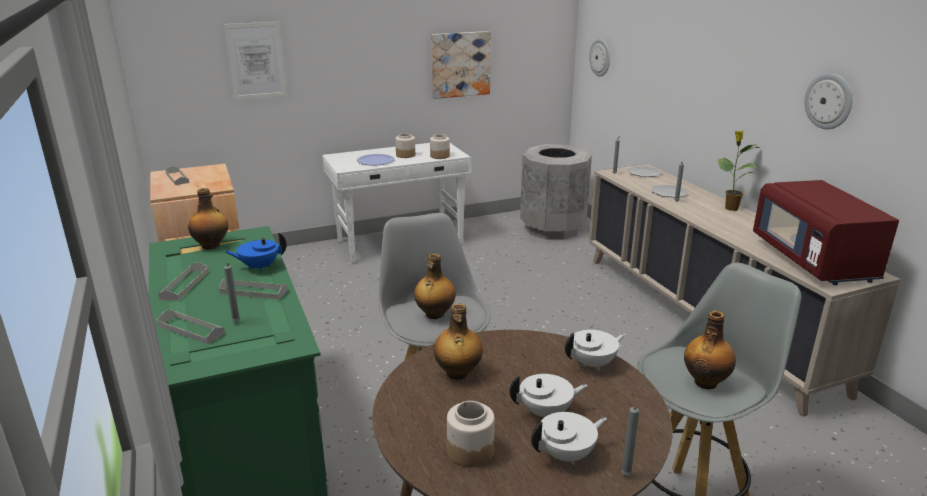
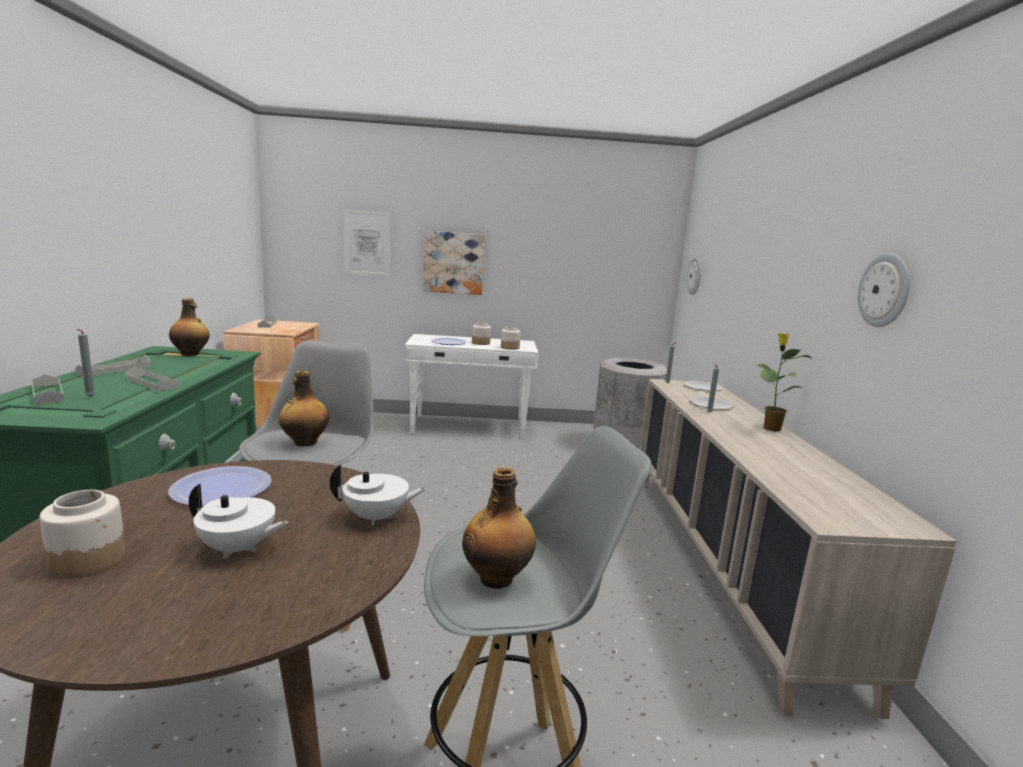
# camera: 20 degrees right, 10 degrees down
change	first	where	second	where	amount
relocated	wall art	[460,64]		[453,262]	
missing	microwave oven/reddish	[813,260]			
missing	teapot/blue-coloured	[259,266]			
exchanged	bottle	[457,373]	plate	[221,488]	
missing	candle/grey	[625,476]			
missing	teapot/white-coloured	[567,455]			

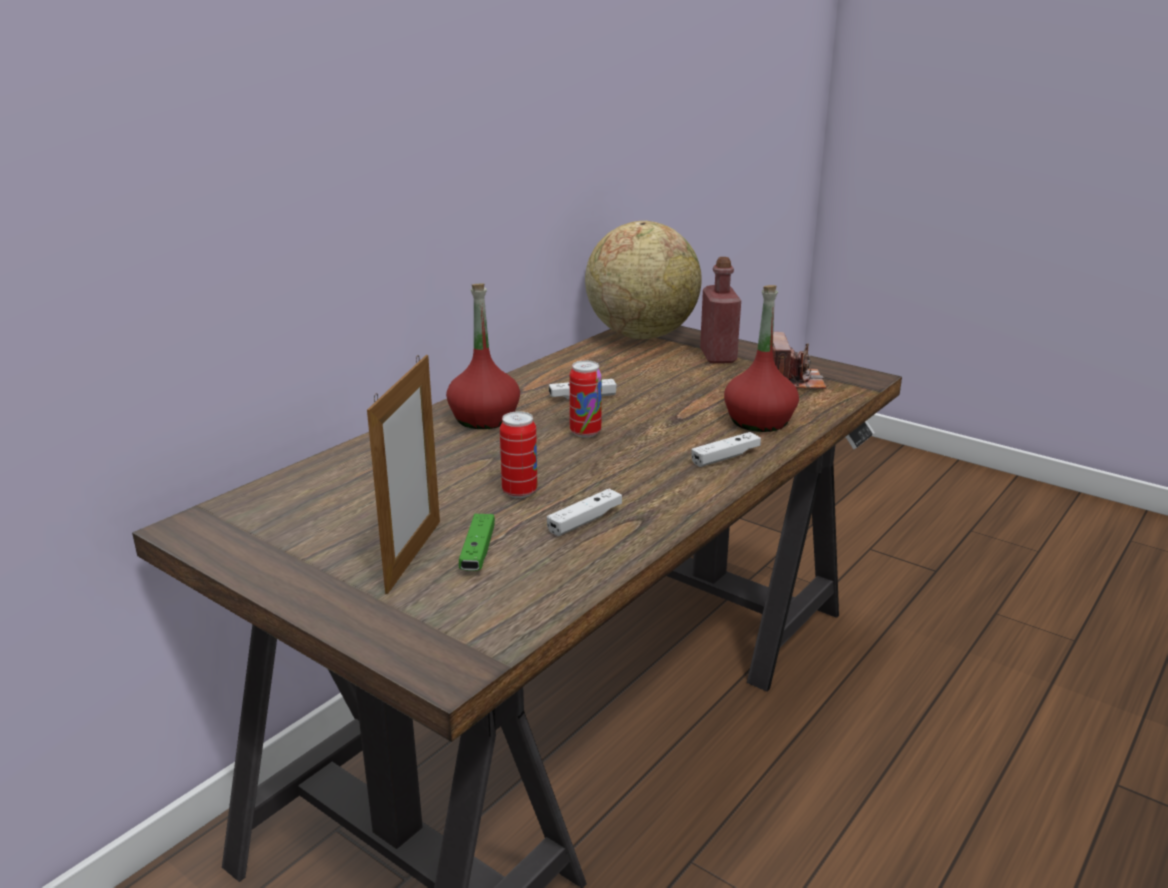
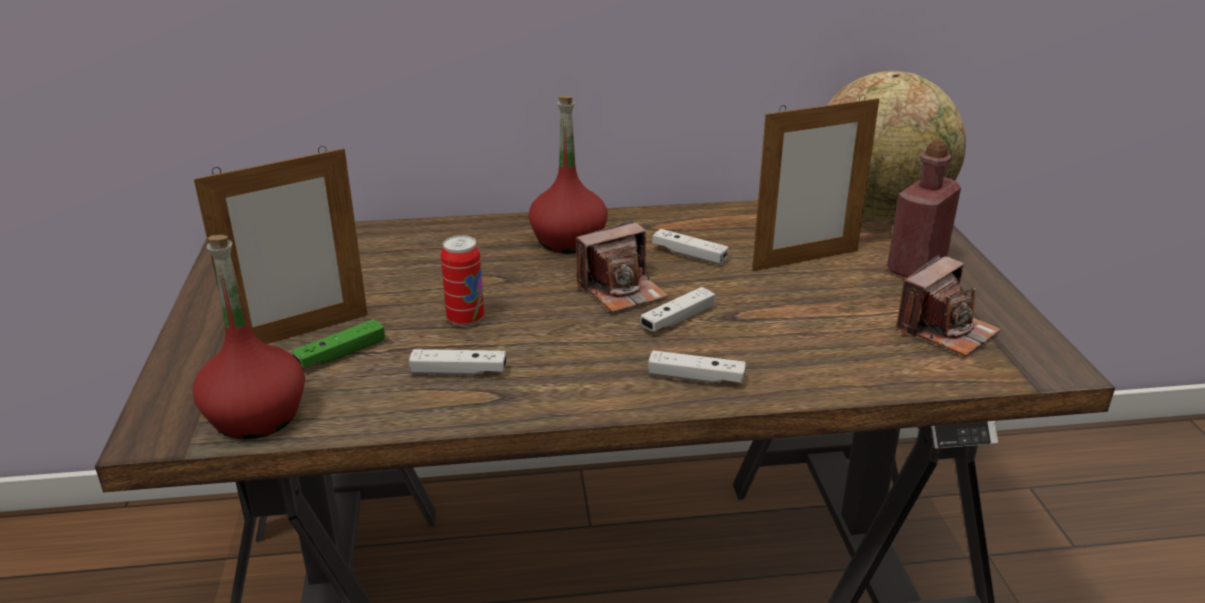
# camera: 45 degrees right, 5 degrees up
change	first	where	second	where	amount
relocated	bottle/reddish	[758,421]		[256,416]	
exchanged	sealed can	[585,432]	photo camera	[622,291]	
appeared			standing frame	[805,260]	
appeared			joypad/white-coloured	[678,319]	

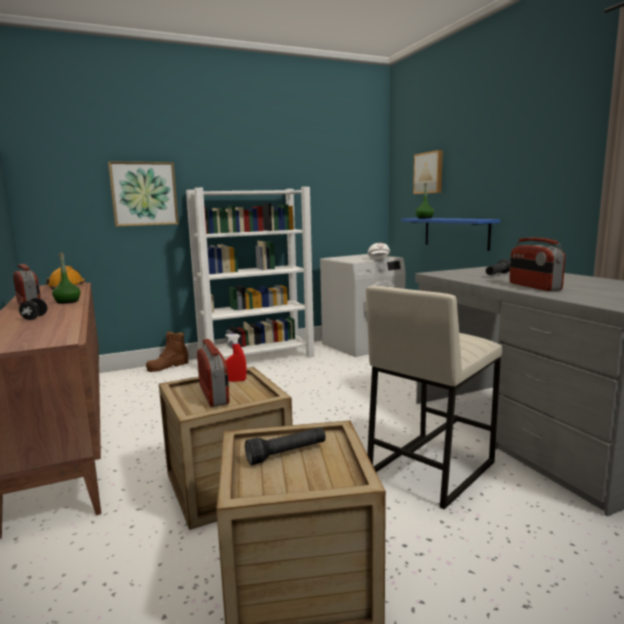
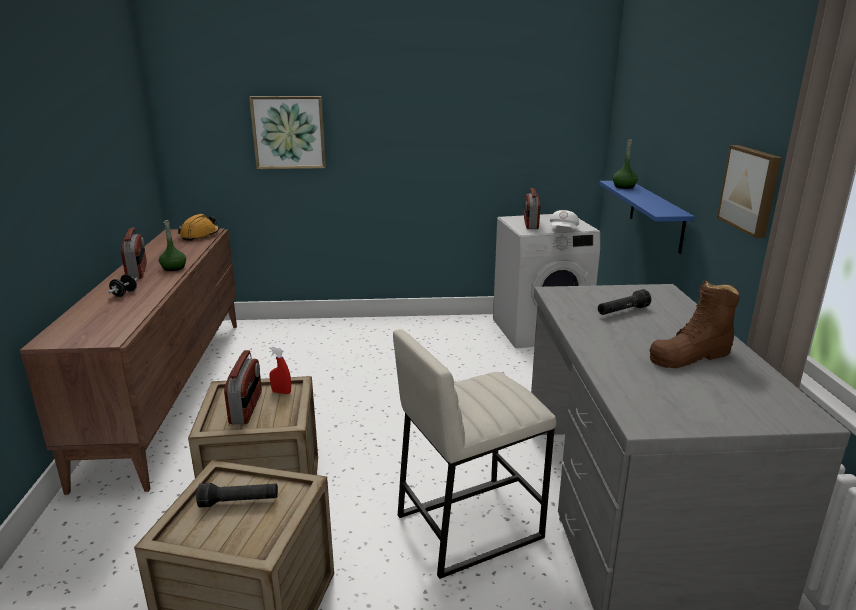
# camera: 20 degrees right, 10 degrees up
change	first	where	second	where	amount
relocated	wall art	[429,173]		[751,189]	
missing	bookcase/white-coloured	[256,357]			
relocated	radio set	[533,286]		[530,224]	
relocated	boot/brown	[168,366]		[690,356]	

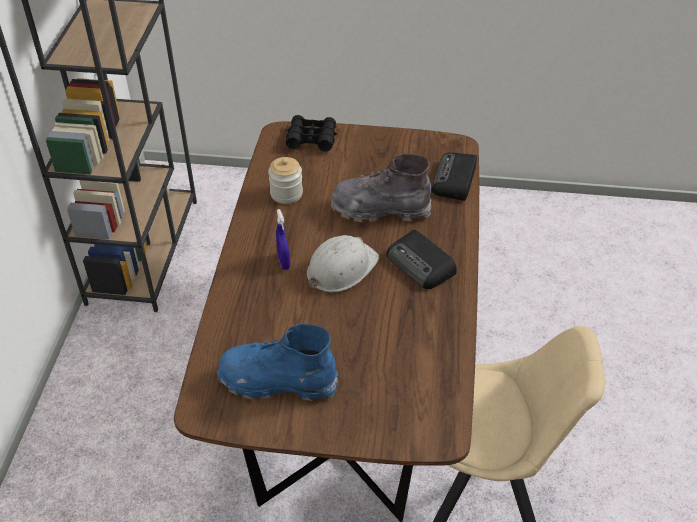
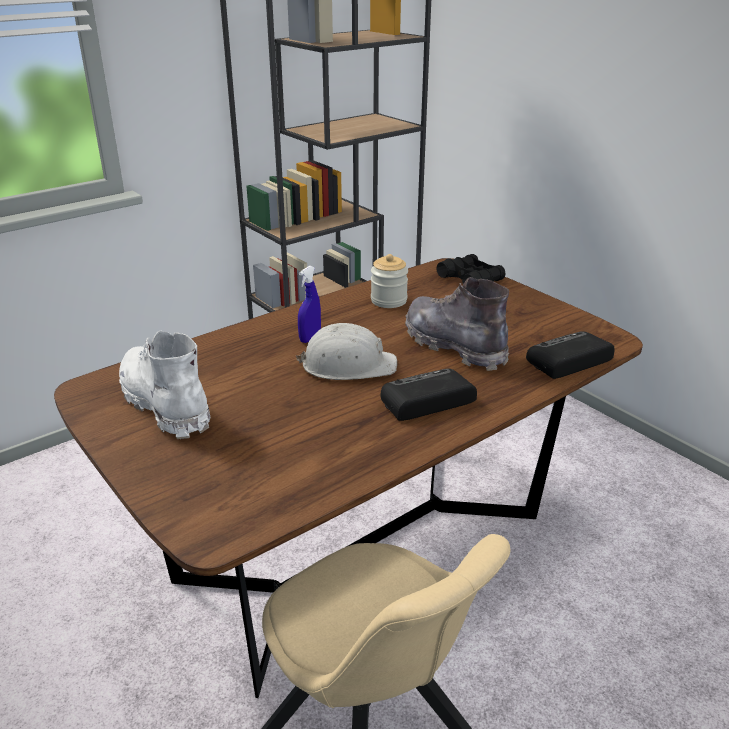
# camera: 45 degrees right, 15 degrees down
change	first	where	second	where	amount
spun	radio set	[421,264]		[425,400]	60 degrees clockwise
colour	boot/blue-coloured	[277,381]	boot/white-coloured	[166,404]	

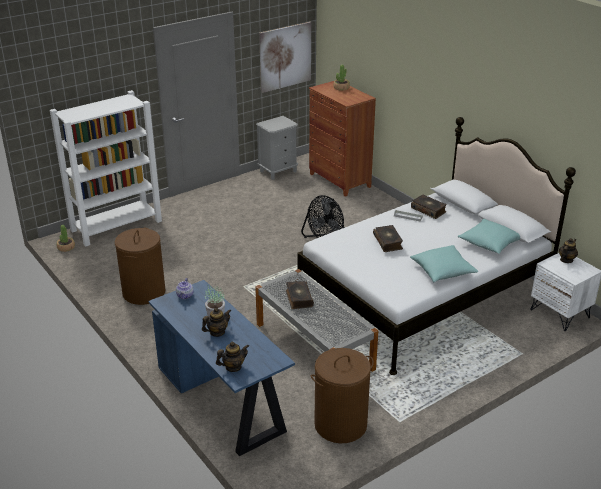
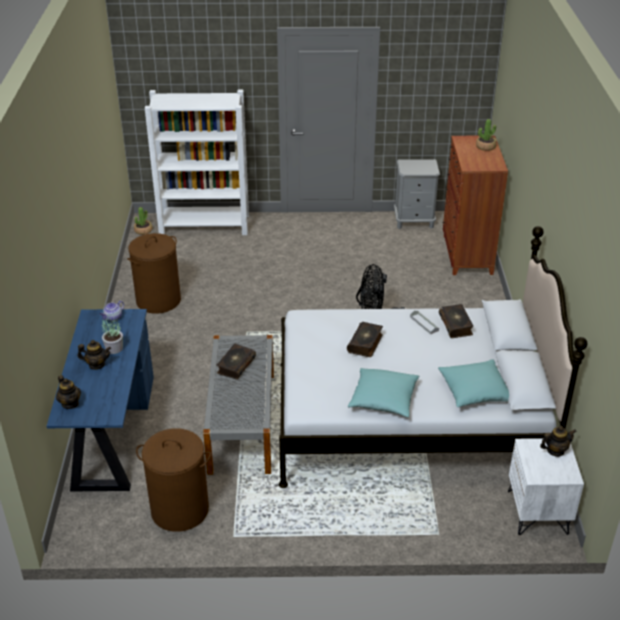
# camera: 35 degrees right, 5 degrees up
change	first	where	second	where	amount
missing	wall art	[285,57]			
spun	teapot	[233,367]		[70,403]	45 degrees clockwise

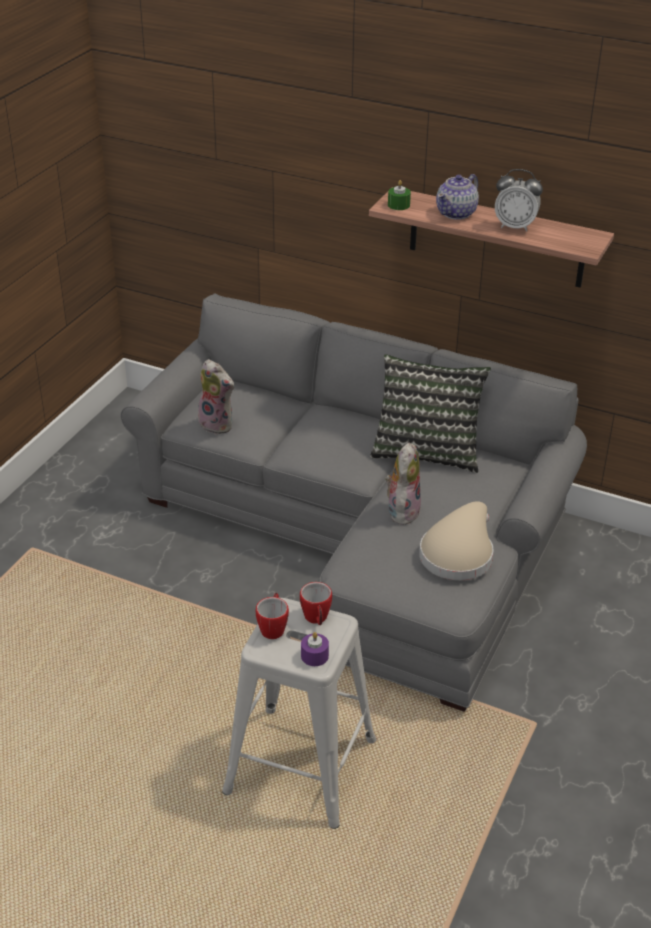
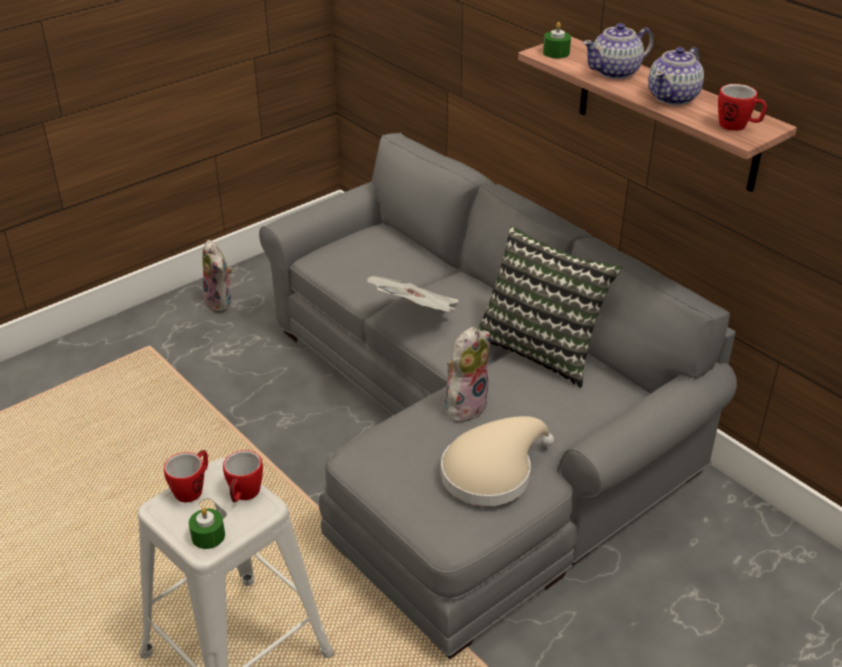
# camera: 25 degrees right, 0 degrees up
change	first	where	second	where	amount
exchanged	table clock	[515,226]	teapot	[673,97]	
relocated	soft toy	[218,424]		[221,303]	
colour	candle/purple-coloured	[314,656]	candle/green-coloured	[208,536]	
appeared			mug	[738,126]	
appeared			daily paper	[416,314]	

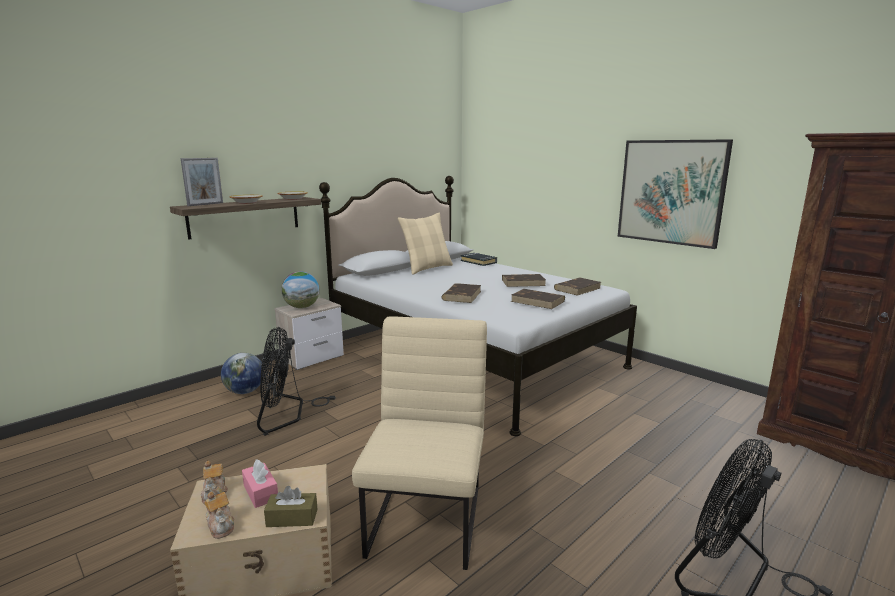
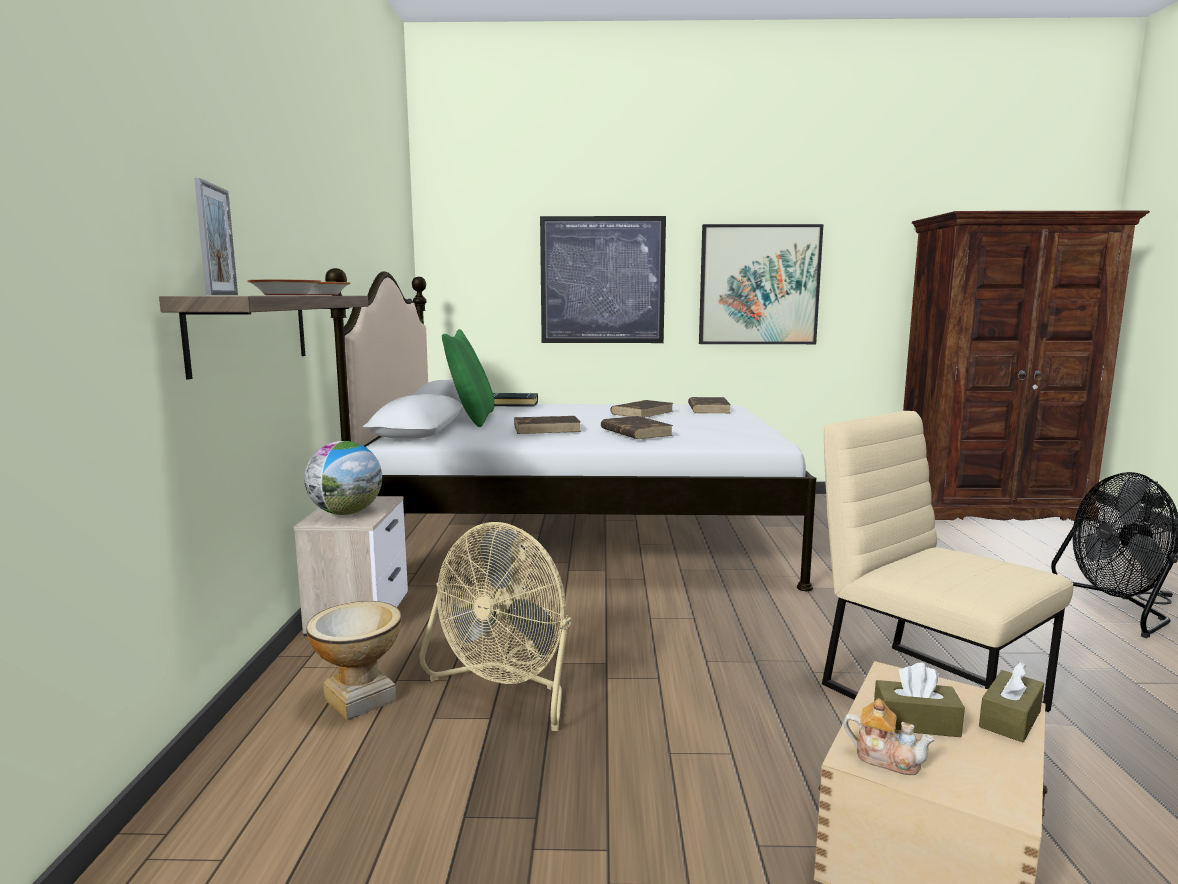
# camera: 45 degrees left, 5 degrees down
change	first	where	second	where	amount
colour	cushion/beige	[427,268]	cushion/green-coloured	[472,419]	
relocated	book/brown	[538,301]		[547,428]	
colour	electric fan/black-coloured	[288,411]	electric fan/beige	[507,686]	
exchanged	globe	[244,392]	vase	[360,700]	
colour	tissue box/pink-coloured	[261,492]	tissue box/brown	[916,722]	
missing	teapot	[221,525]			
appeared			wall art	[602,280]	

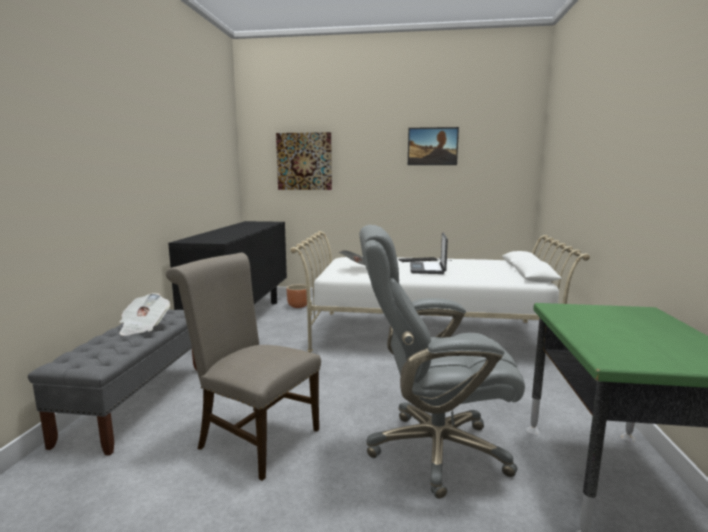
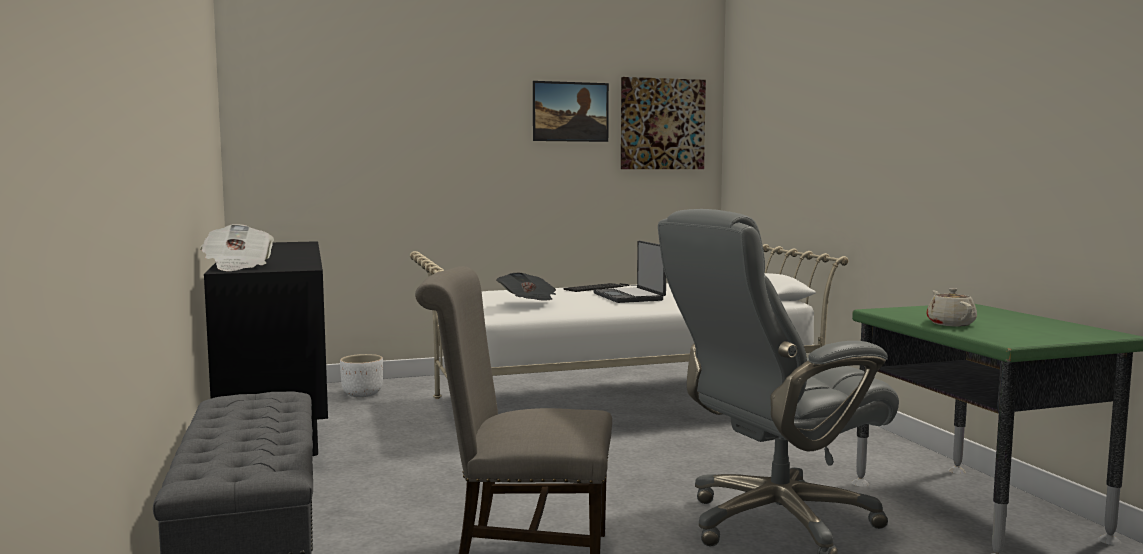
# camera: 25 degrees left, 5 degrees down
change	first	where	second	where	amount
relocated	wall art	[304,161]		[662,124]	
colour	planter/brown	[298,306]	planter/white-coloured	[362,394]	
relocated	daily paper	[144,327]		[238,267]	
appeared			teapot/beige	[950,324]	

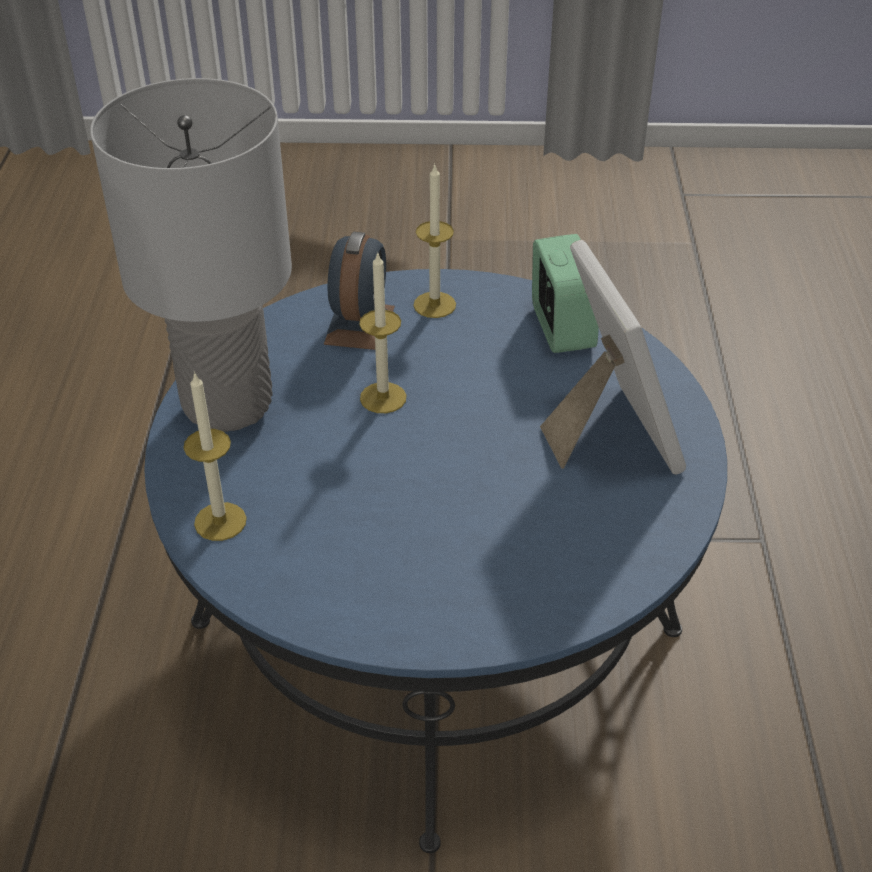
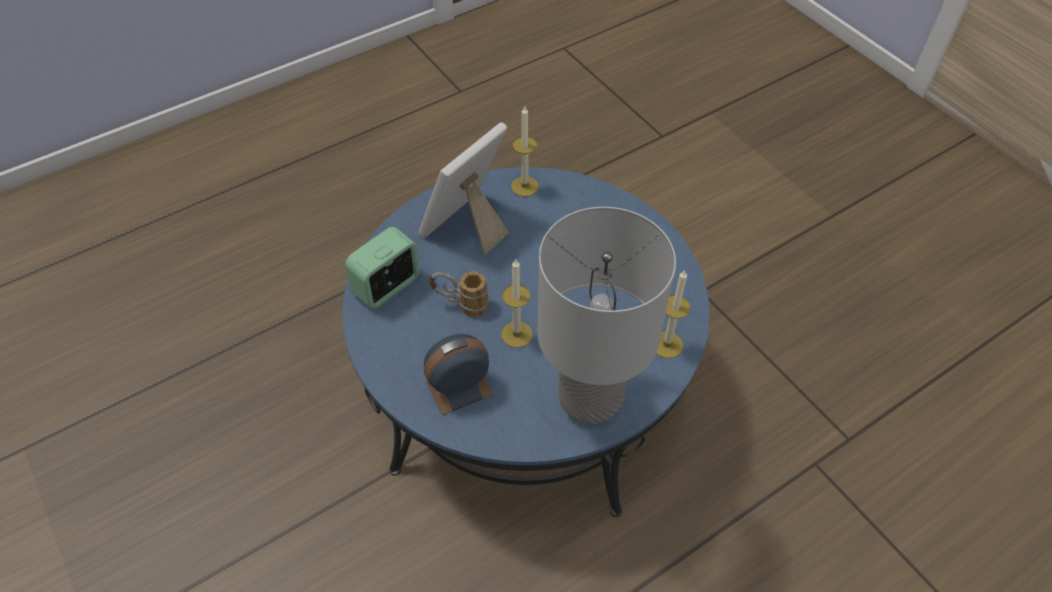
# camera: 125 degrees left, 10 degrees up
change	first	where	second	where	amount
relocated	candle	[434,305]		[524,186]	
appeared			mug	[460,305]	

